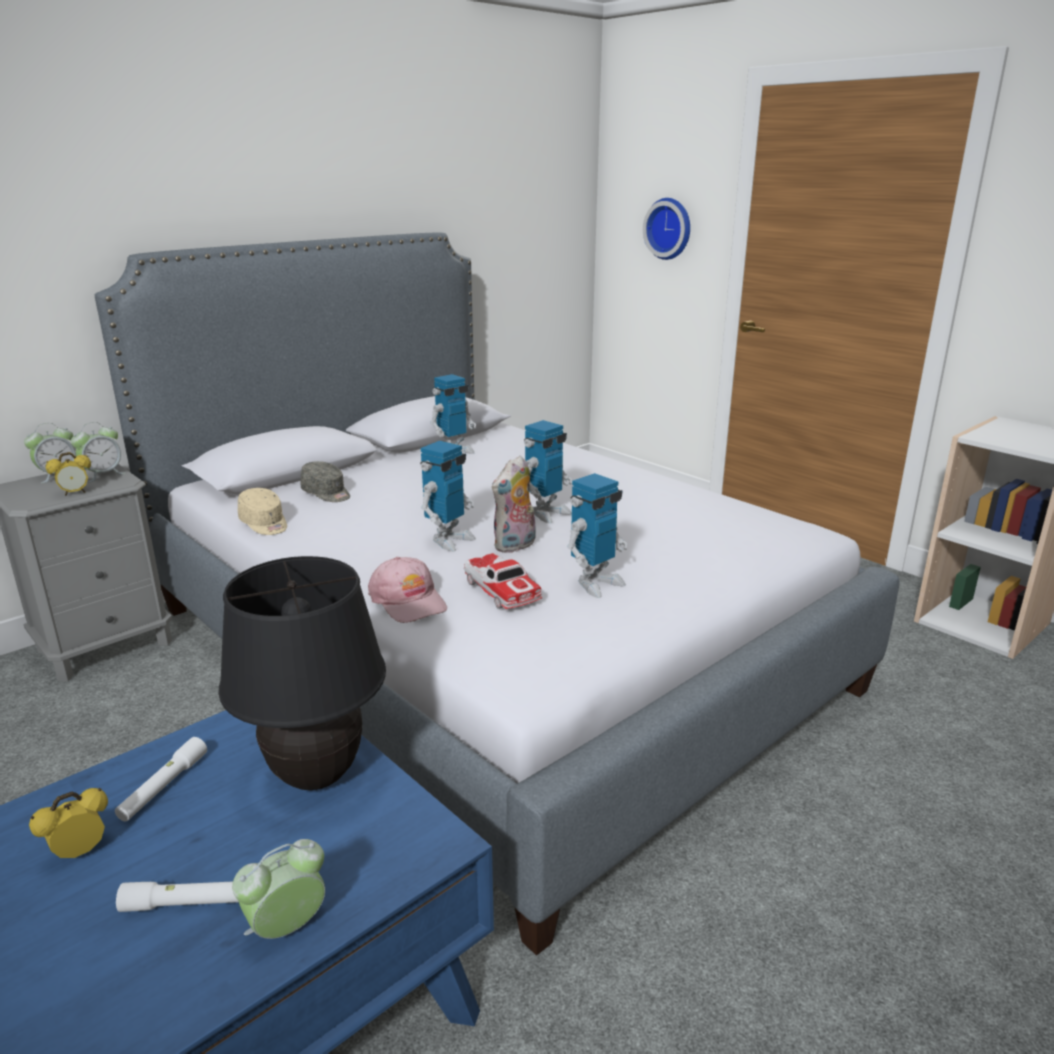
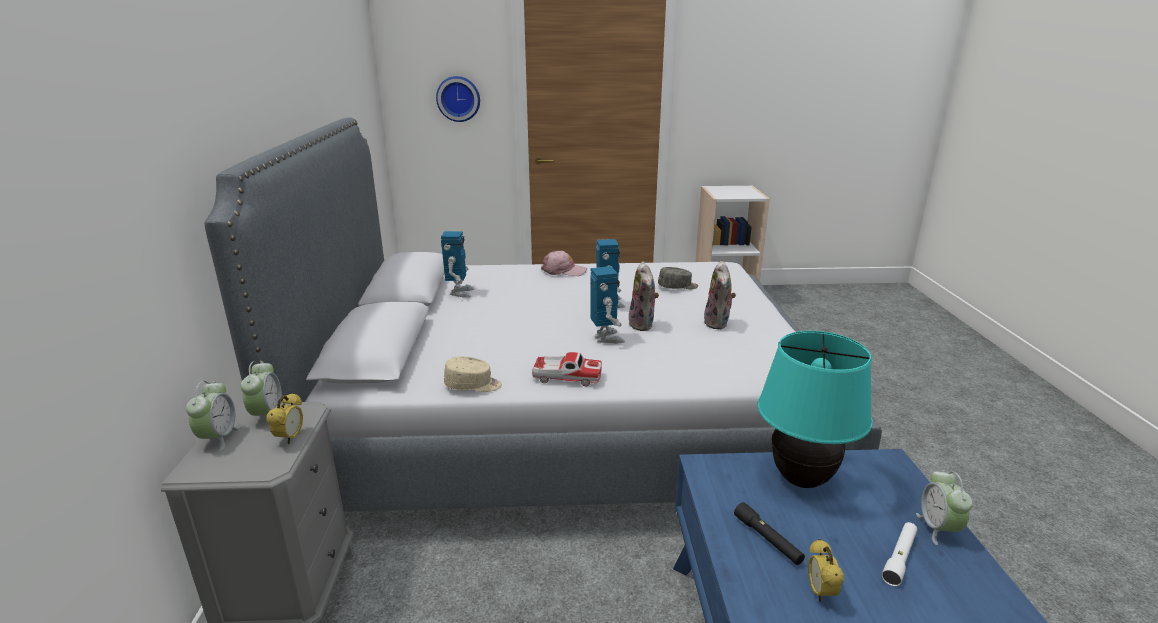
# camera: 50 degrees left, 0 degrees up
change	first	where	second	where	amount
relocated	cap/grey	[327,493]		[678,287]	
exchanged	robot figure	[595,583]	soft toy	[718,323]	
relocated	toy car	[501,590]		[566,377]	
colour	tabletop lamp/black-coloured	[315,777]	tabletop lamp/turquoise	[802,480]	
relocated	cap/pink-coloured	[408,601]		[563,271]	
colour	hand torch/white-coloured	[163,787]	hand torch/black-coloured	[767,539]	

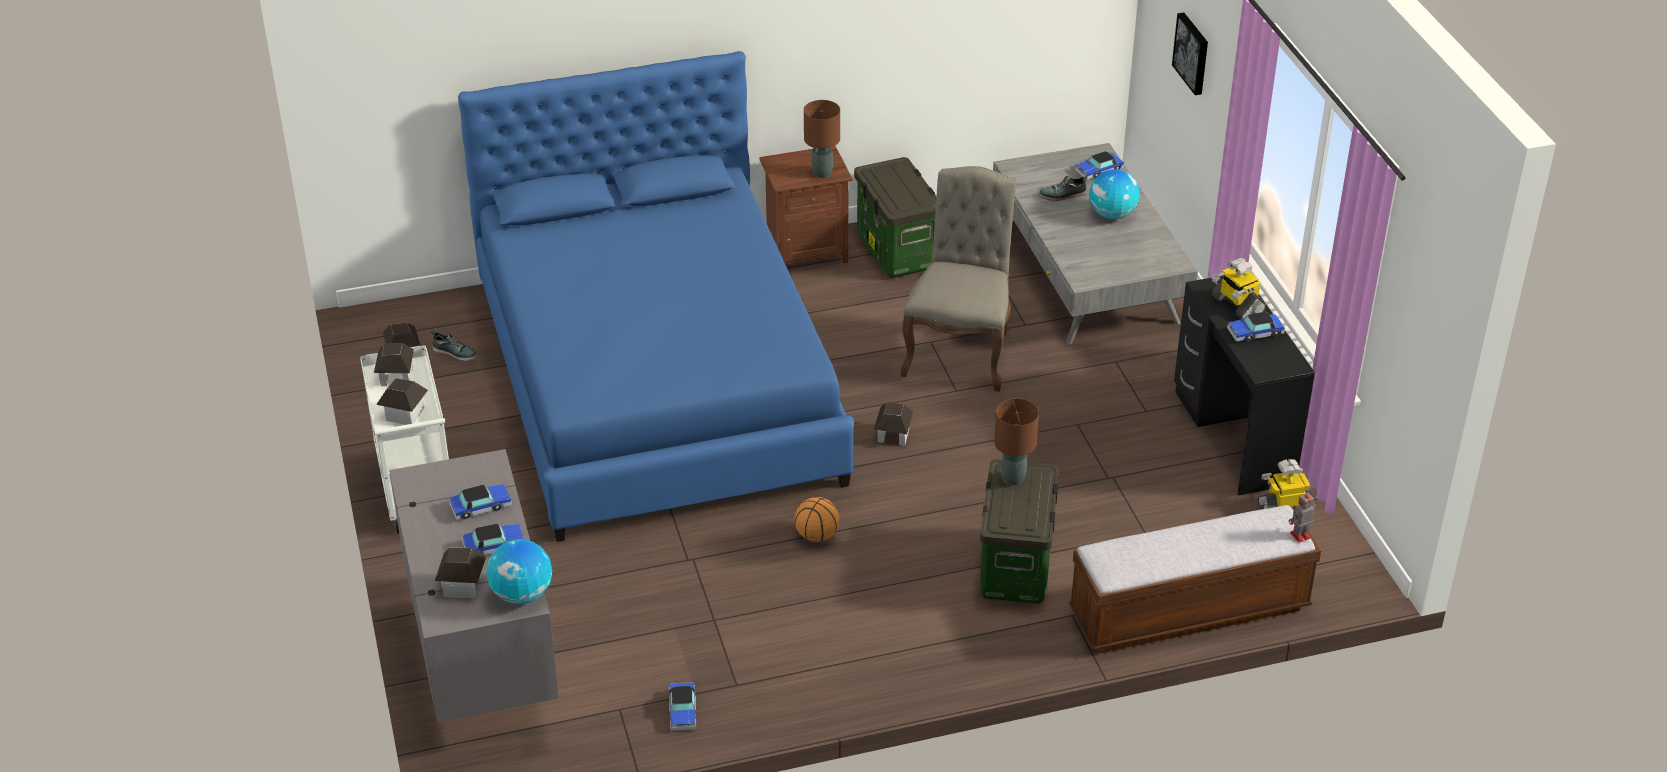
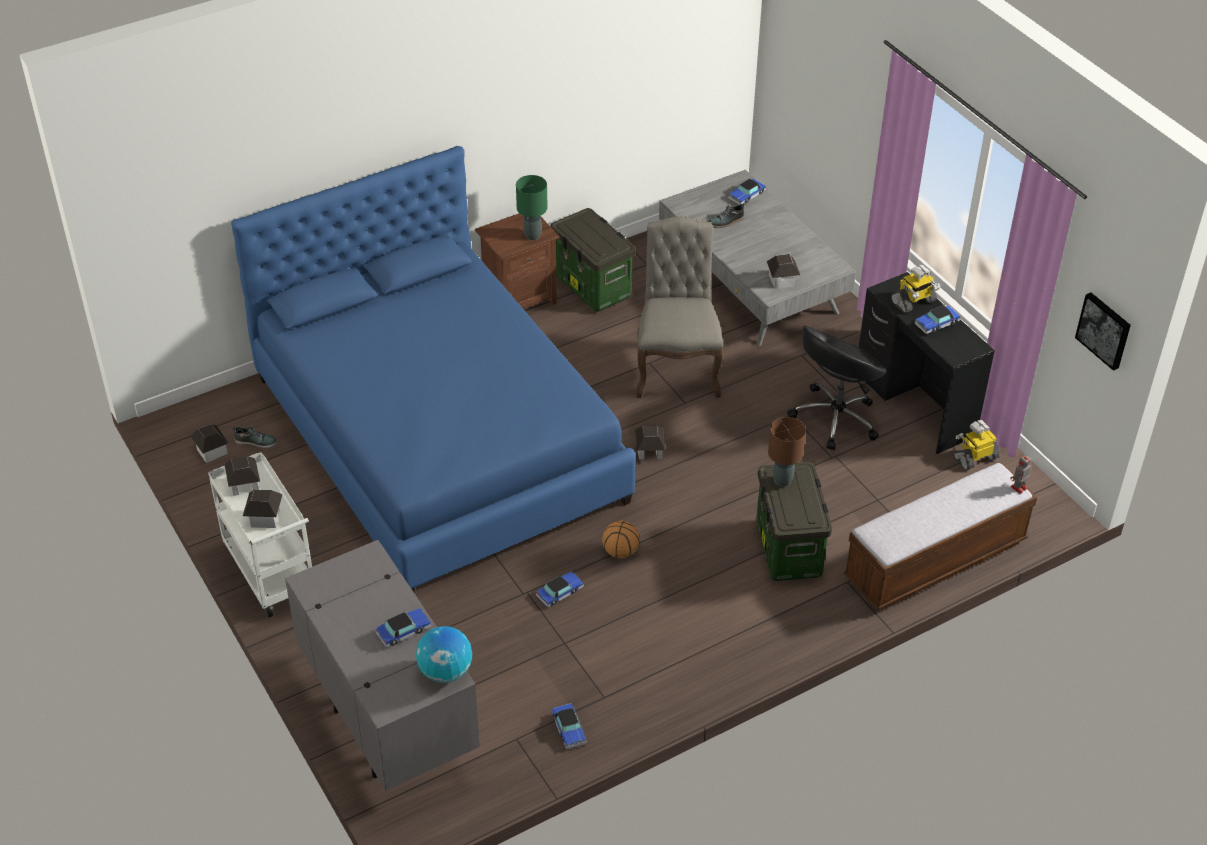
# camera: 15 degrees left, 5 degrees up
change	first	where	second	where	amount
relocated	wall art	[1192,53]		[1104,330]	
colour	tabletop lamp/brown	[822,173]	tabletop lamp/green-coloured	[532,235]	
missing	globe	[1112,214]			
spun	robot figure	[1236,305]		[913,302]	75 degrees counterclockwise
relocated	toy car	[481,506]		[560,592]	
relocated	model house	[462,585]		[782,280]	
appeared			computer chair/black-coloured	[833,420]	

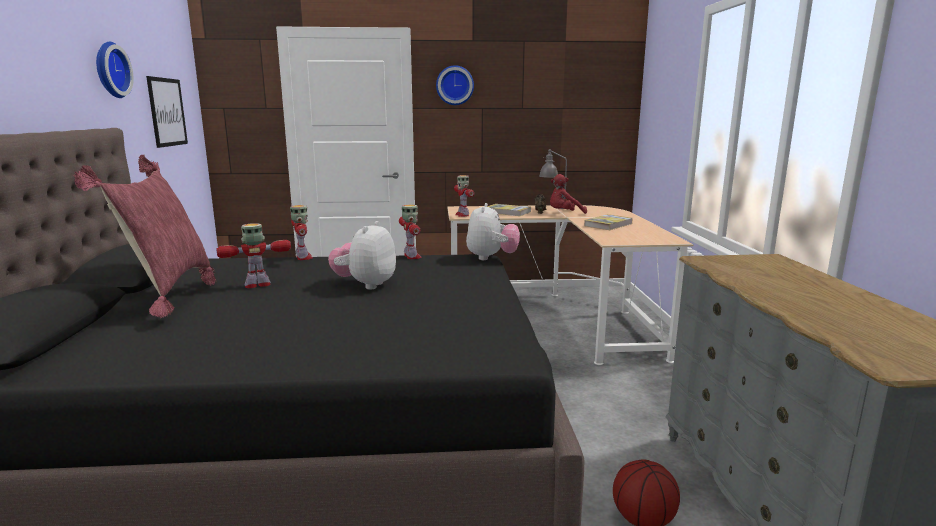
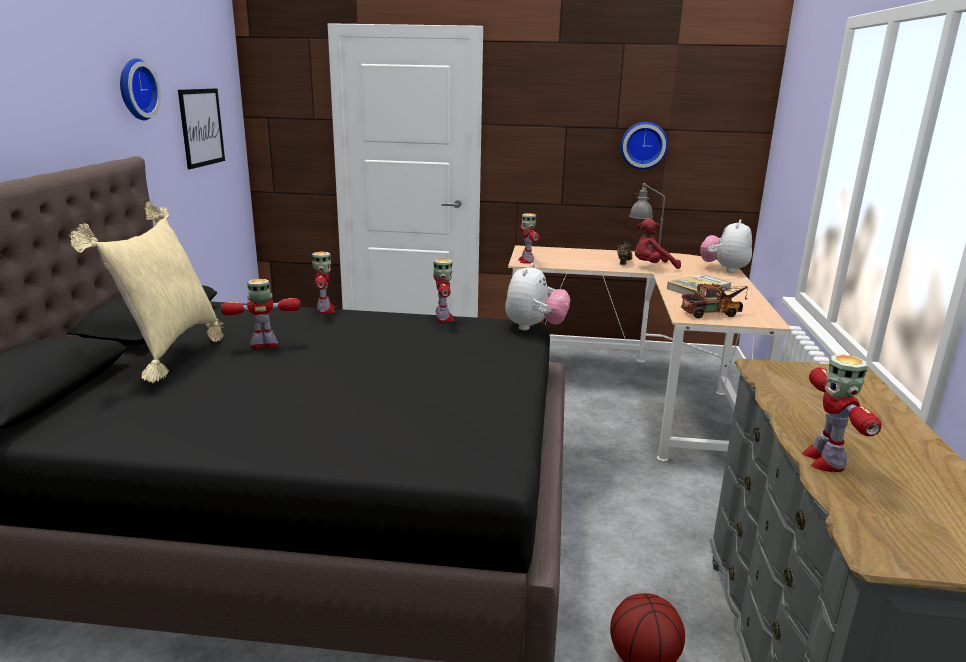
# camera: 10 degrees right, 5 degrees up
change	first	where	second	where	amount
relocated	hanging clock	[454,85]		[643,145]	
colour	cushion/reddish	[165,302]	cushion/beige	[166,360]	
missing	book	[507,212]			
relocated	soft toy	[365,285]		[724,269]	
appeared			toy truck	[714,313]	
appeared			robot figure	[824,460]	

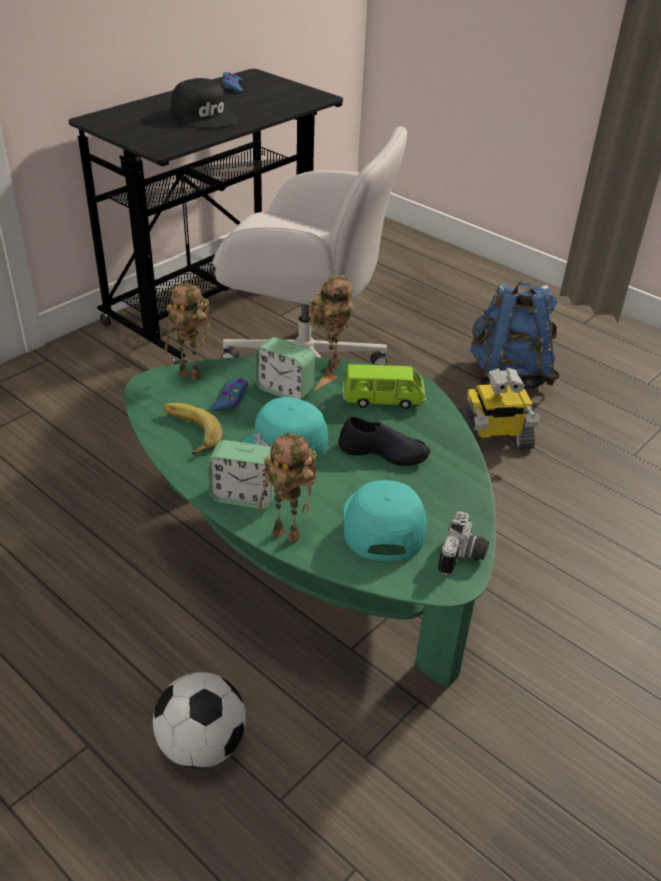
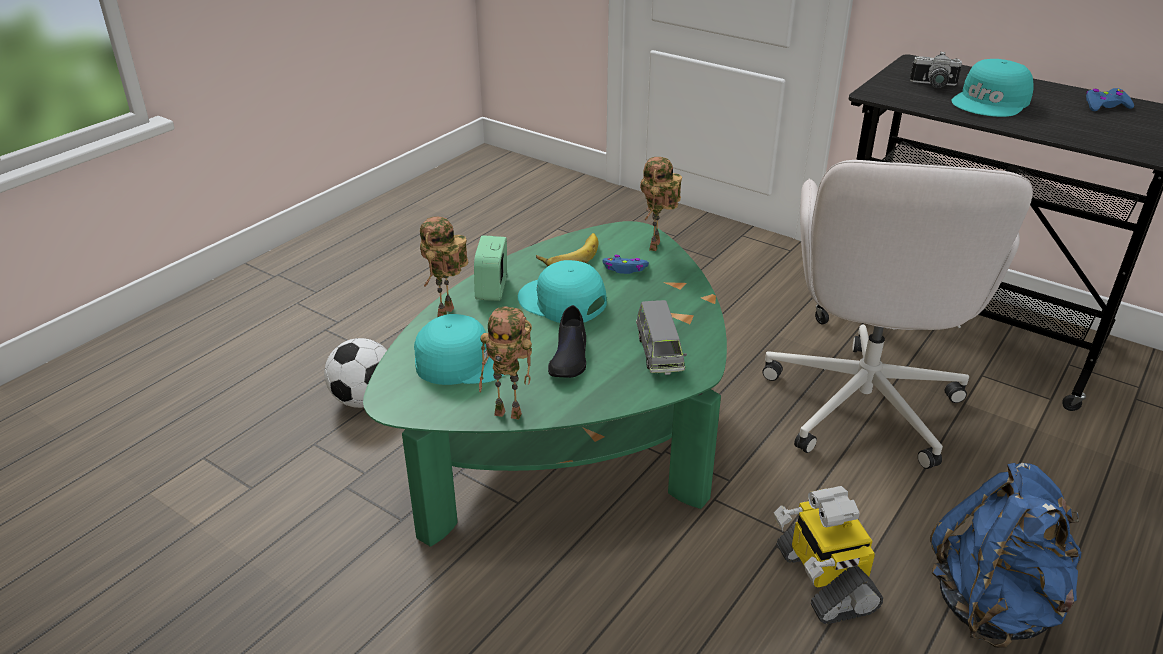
# camera: 85 degrees right, 5 degrees down
change	first	where	second	where	amount
colour	cap/black-coloured	[205,116]	cap/turquoise	[992,102]	
relocated	robot figure	[330,367]		[511,412]	
missing	table clock	[284,390]			
colour	toy car/green-coloured	[383,399]	toy car/grey	[659,353]	
relocated	photo camera	[463,557]		[933,85]	

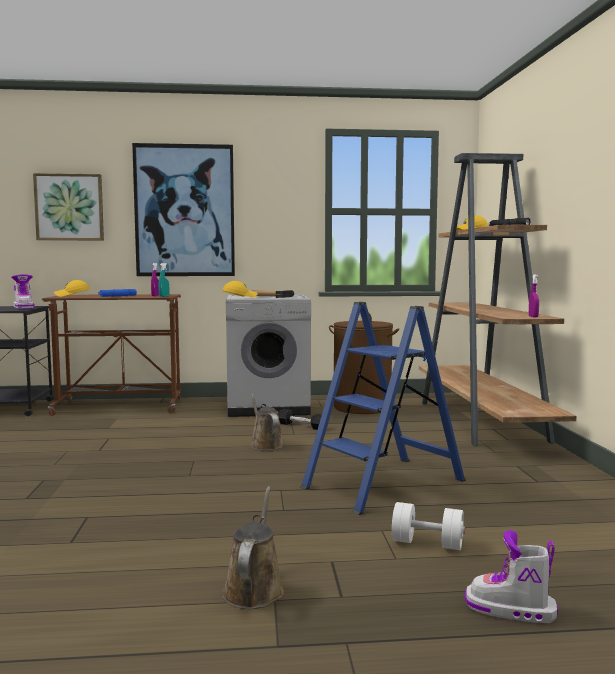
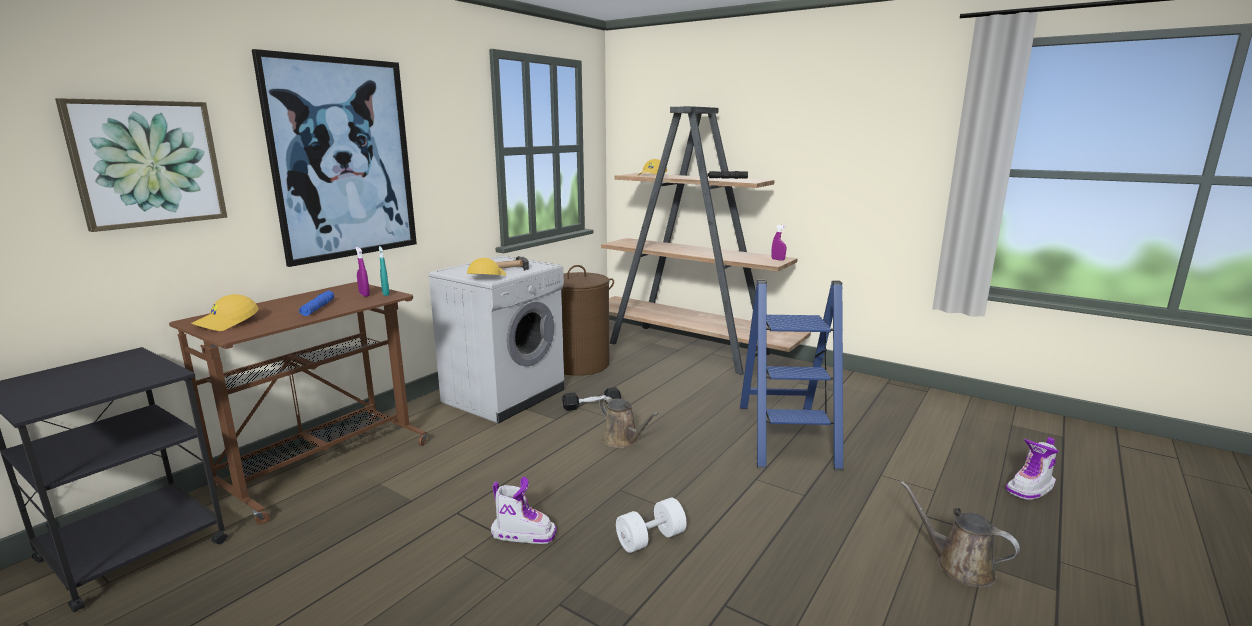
# camera: 50 degrees left, 10 degrees up
change	first	where	second	where	amount
relocated	boot	[24,307]		[523,534]	
spun	watering can/brown	[265,444]		[622,440]	150 degrees counterclockwise
relocated	hand weight/white-coloured	[427,543]		[651,539]	

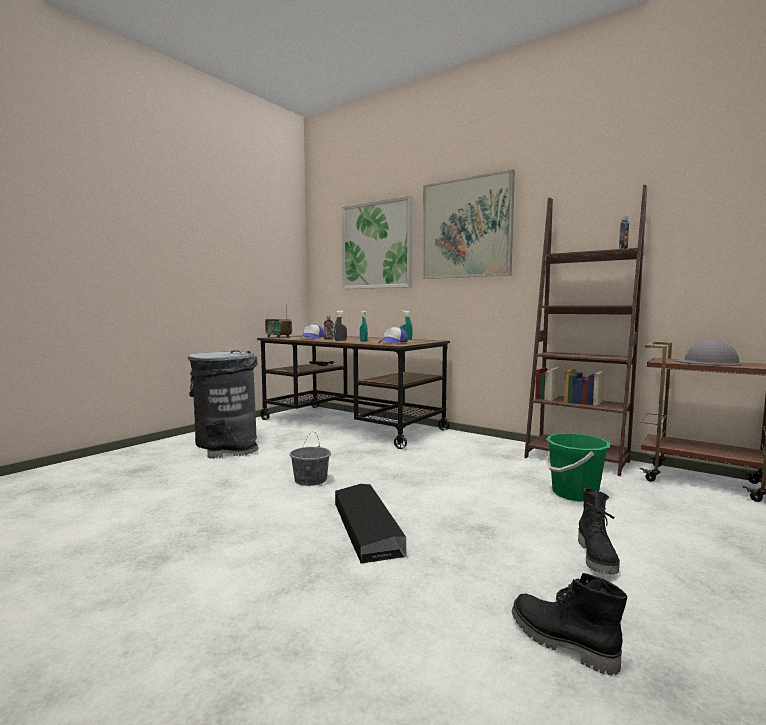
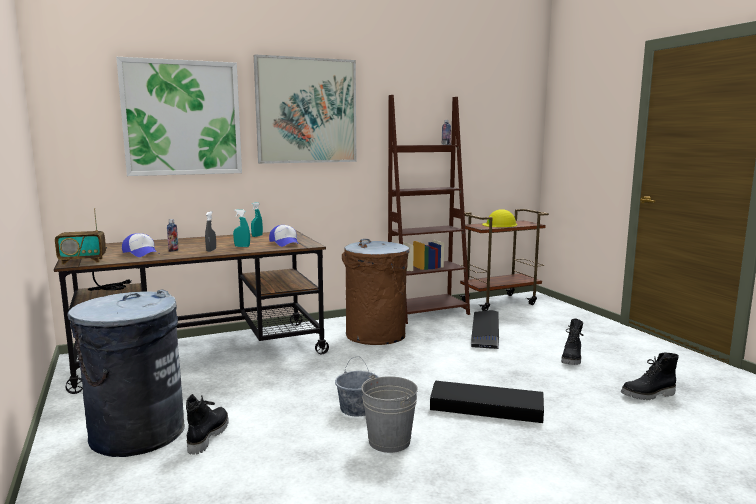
# camera: 60 degrees left, 5 degrees up
change	first	where	second	where	amount
colour	safety helmet/grey	[708,362]	safety helmet/yellow-coloured	[500,224]	
exchanged	bucket/green-coloured	[574,493]	storage bin/black-coloured	[485,334]	
spun	boot/black-coloured	[598,557]		[572,359]	75 degrees clockwise
appeared			trash can/brown	[375,335]	
appeared			bucket/grey	[389,441]	

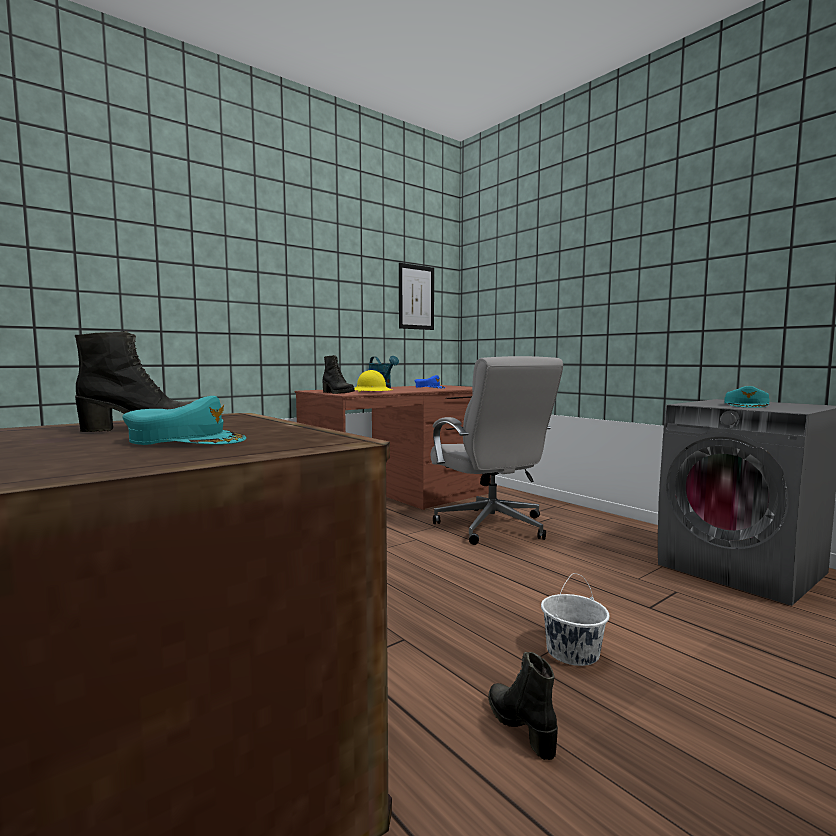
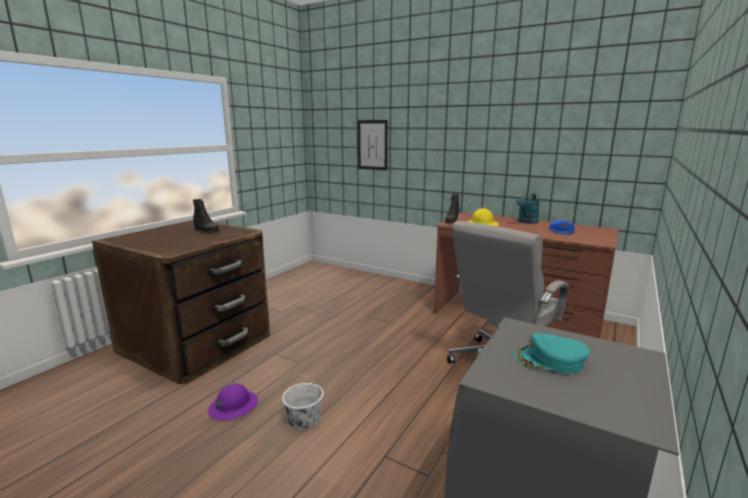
# camera: 70 degrees right, 10 degrees up
change	first	where	second	where	amount
relocated	wall art	[416,297]		[372,145]	
missing	cap/turquoise	[186,440]			
exchanged	boot/black-coloured	[521,727]	safety helmet/purple-coloured	[233,406]	

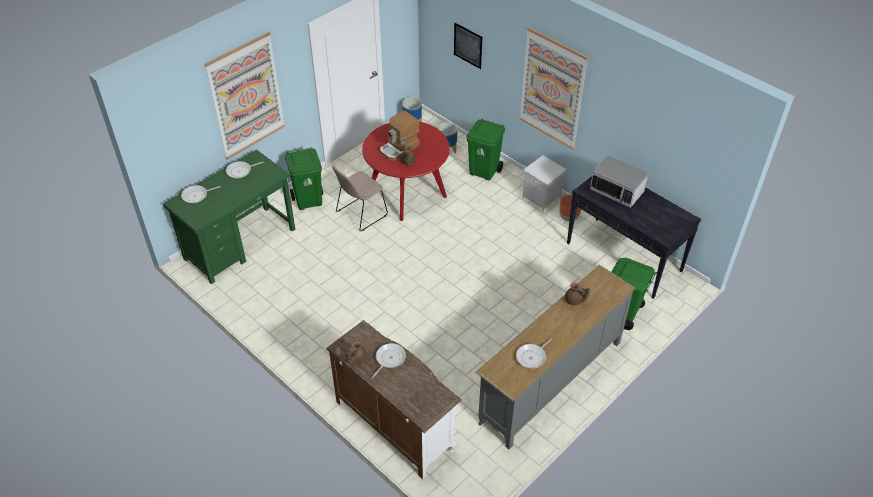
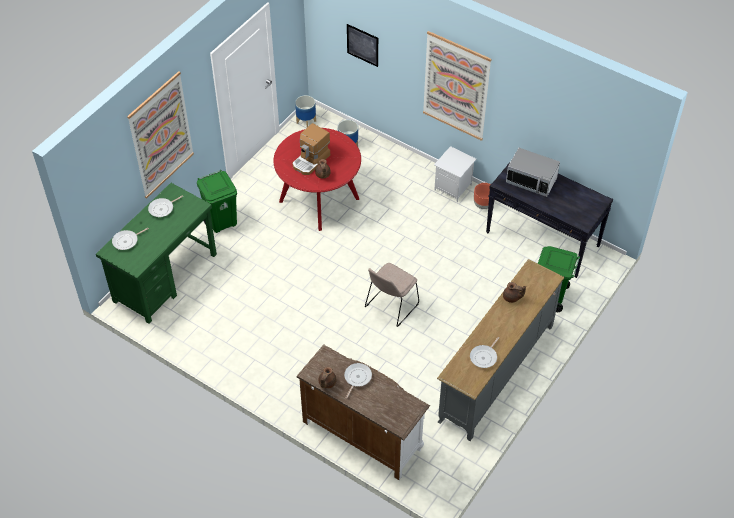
# camera: 10 degrees left, 5 degrees up
change	first	where	second	where	amount
missing	trash can/green-coloured	[484,171]			
relocated	upright chair/beige	[360,214]		[391,306]	

